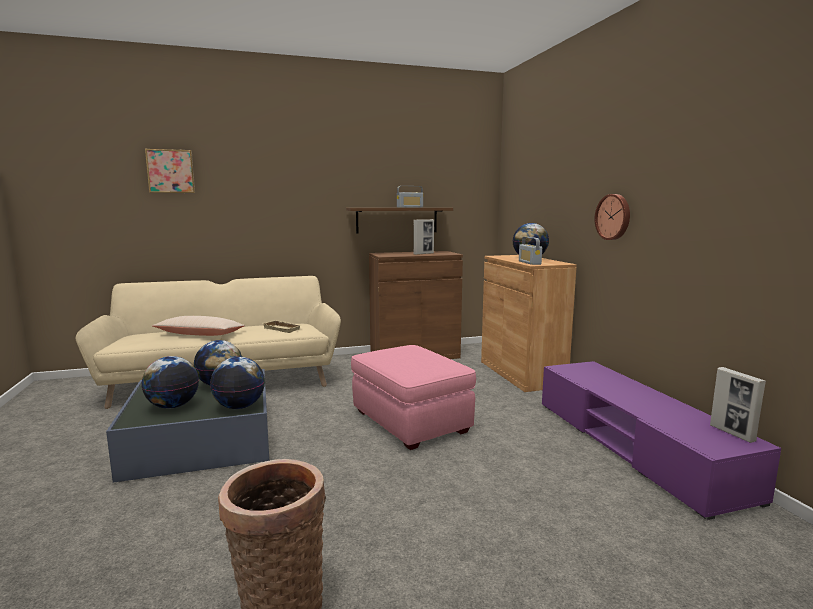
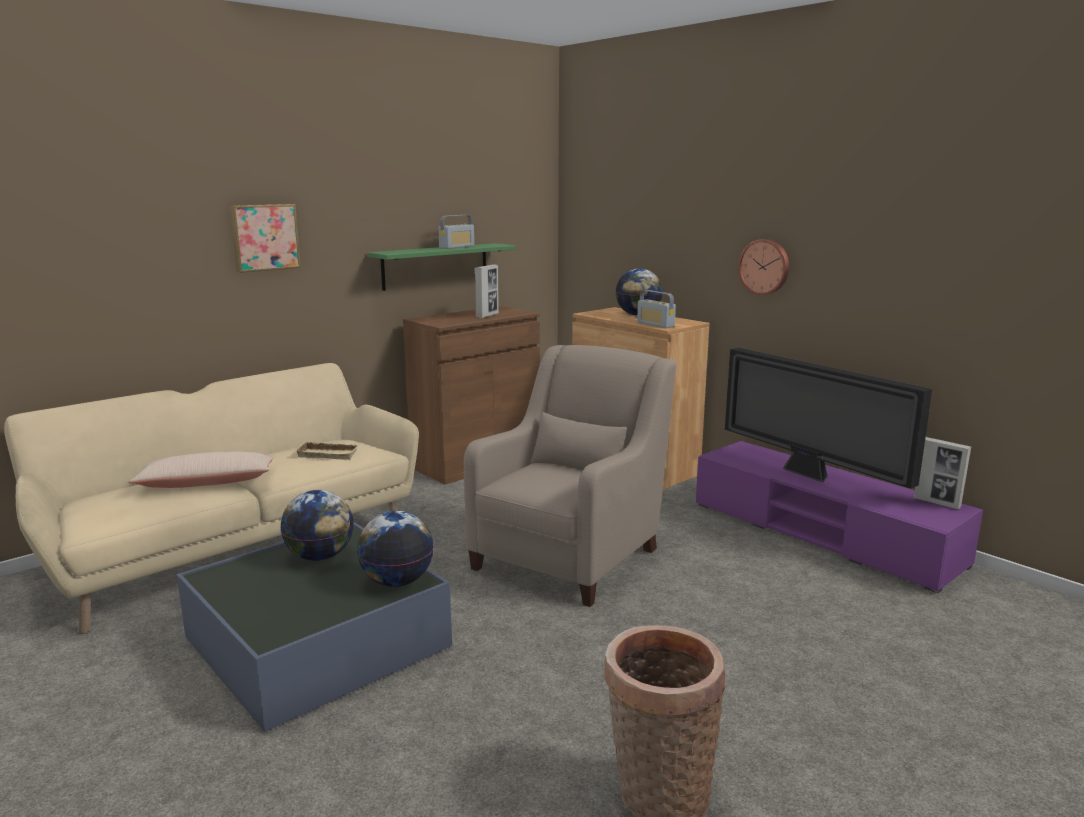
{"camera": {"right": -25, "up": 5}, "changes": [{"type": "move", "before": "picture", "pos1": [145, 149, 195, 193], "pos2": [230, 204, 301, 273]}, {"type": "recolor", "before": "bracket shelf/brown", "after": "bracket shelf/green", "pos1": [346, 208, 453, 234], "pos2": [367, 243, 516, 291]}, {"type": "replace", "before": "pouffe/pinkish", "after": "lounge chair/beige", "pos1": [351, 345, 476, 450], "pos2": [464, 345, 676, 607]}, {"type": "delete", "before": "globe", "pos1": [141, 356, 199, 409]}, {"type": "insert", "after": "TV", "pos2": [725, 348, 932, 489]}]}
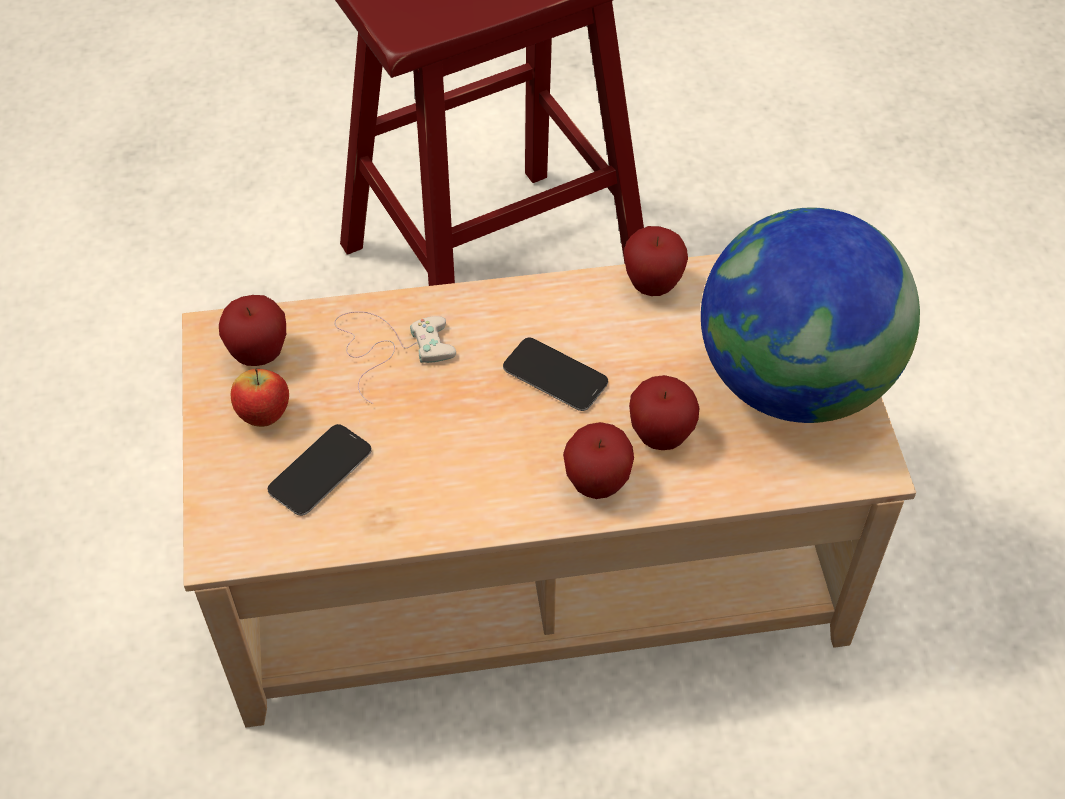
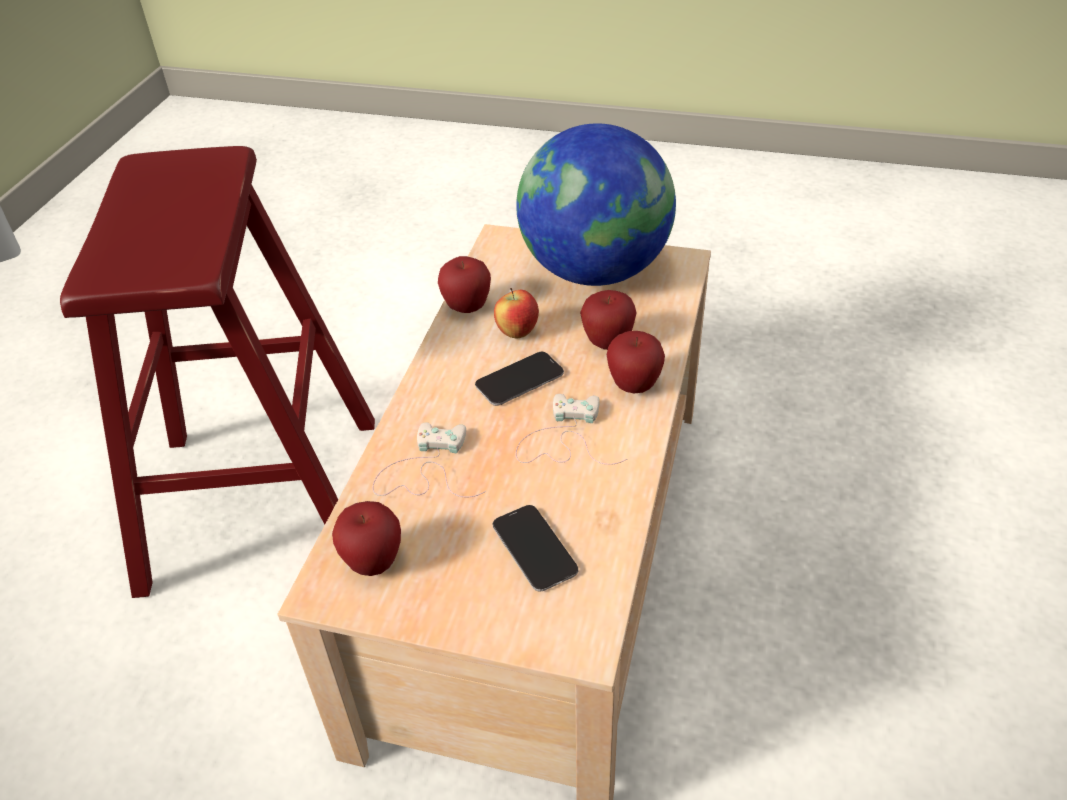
{"camera": {"right": -65, "up": -10}, "changes": [{"type": "move", "before": "apple", "pos1": [231, 368, 289, 427], "pos2": [494, 288, 539, 338]}, {"type": "insert", "after": "game controller/white-coloured", "pos2": [516, 394, 627, 465]}]}
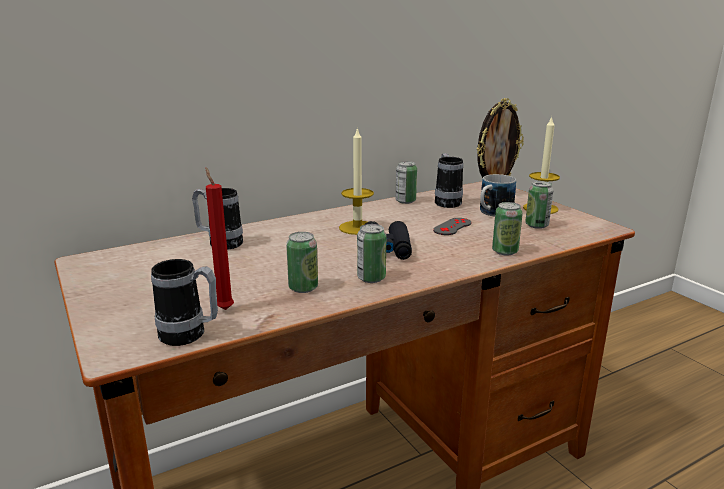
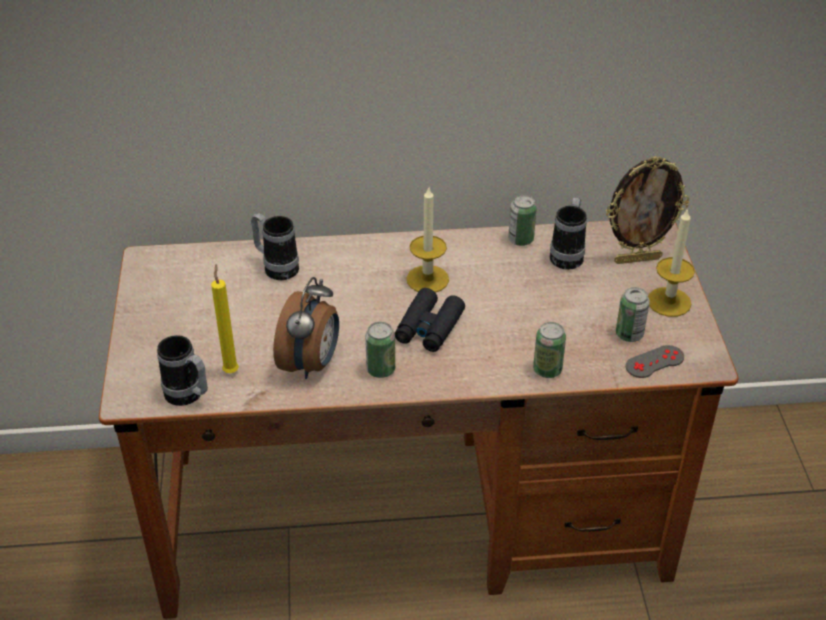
{"camera": {"right": 25, "up": 20}, "changes": [{"type": "recolor", "before": "wax candle/red-coloured", "after": "wax candle/yellowish", "pos1": [206, 167, 234, 310], "pos2": [211, 264, 239, 373]}, {"type": "delete", "before": "coffee mug", "pos1": [480, 174, 516, 216]}, {"type": "move", "before": "game controller/gray", "pos1": [433, 218, 471, 235], "pos2": [626, 345, 684, 378]}, {"type": "replace", "before": "sealed can", "after": "table clock", "pos1": [286, 232, 318, 293], "pos2": [273, 277, 339, 379]}]}
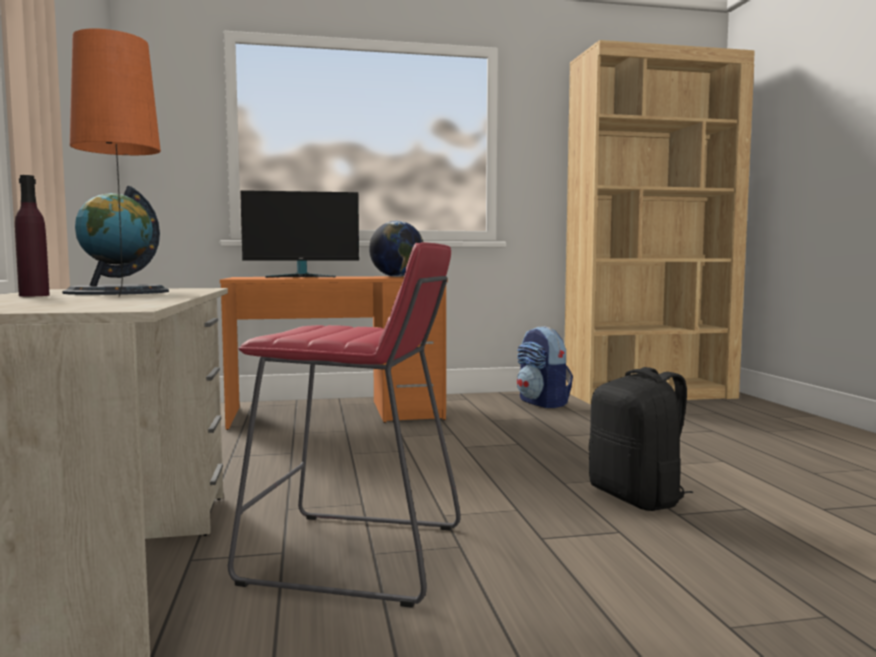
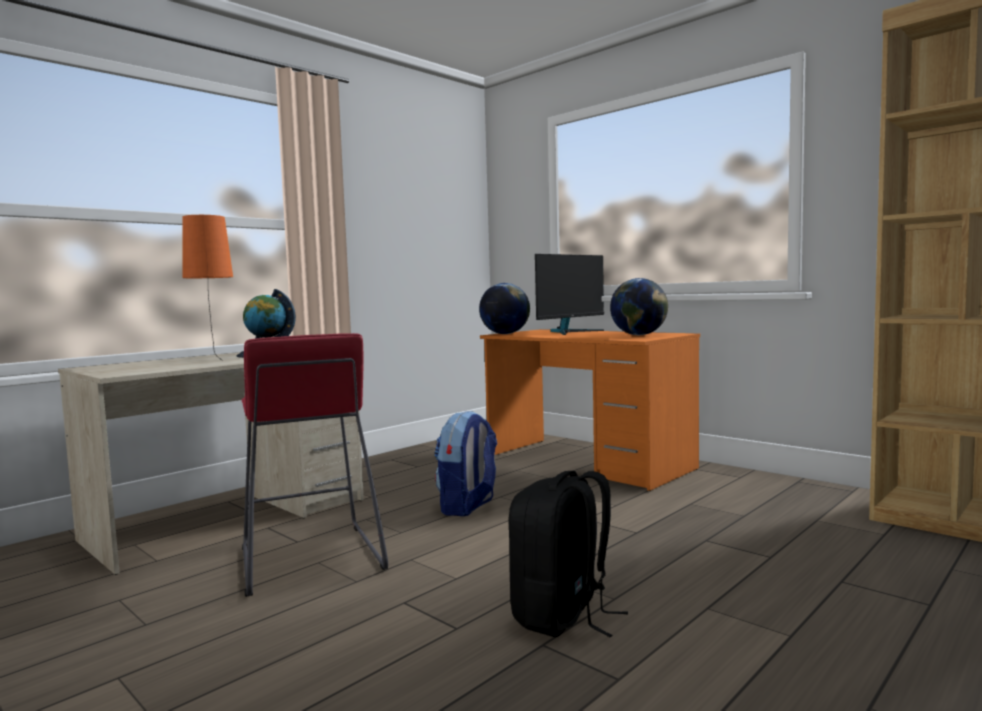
{"camera": {"right": 55, "up": 0}, "changes": [{"type": "delete", "before": "bottle/purple", "pos1": [15, 175, 50, 297]}, {"type": "rotate", "before": "monitor", "pos1": [240, 190, 359, 278], "pos2": [535, 254, 604, 335], "turn": -90}, {"type": "move", "before": "knapsack", "pos1": [517, 326, 573, 408], "pos2": [434, 411, 497, 516]}, {"type": "insert", "after": "globe", "pos2": [479, 283, 530, 334]}]}
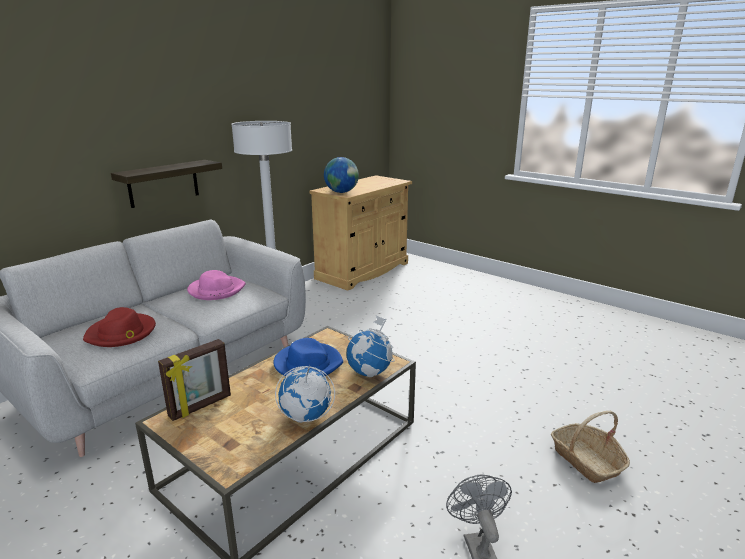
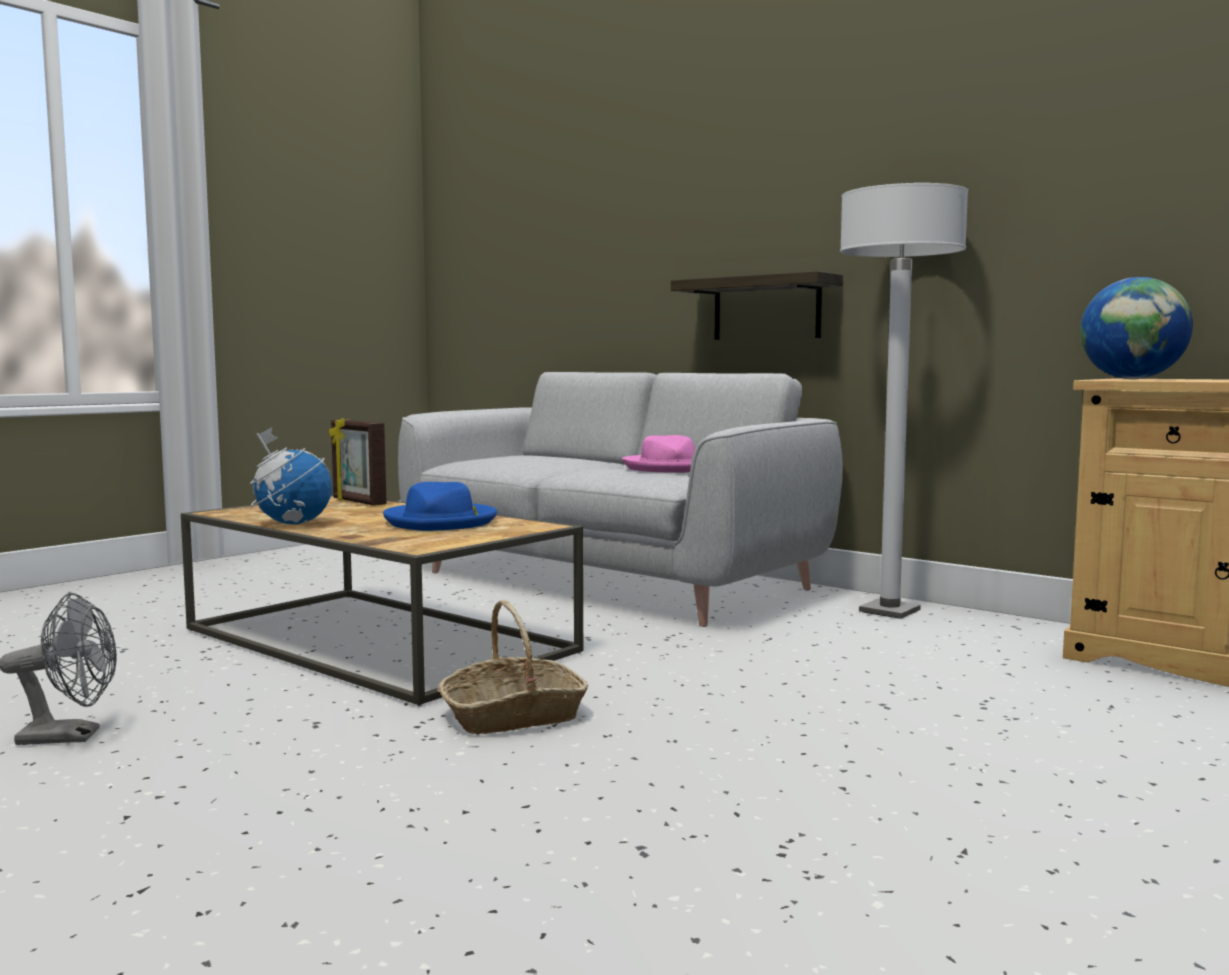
{"camera": {"right": 90, "up": -15}, "changes": [{"type": "delete", "before": "hat/red-coloured", "pos1": [83, 307, 156, 347]}, {"type": "delete", "before": "globe", "pos1": [346, 316, 395, 377]}, {"type": "move", "before": "basket", "pos1": [551, 411, 630, 483], "pos2": [438, 600, 588, 735]}]}
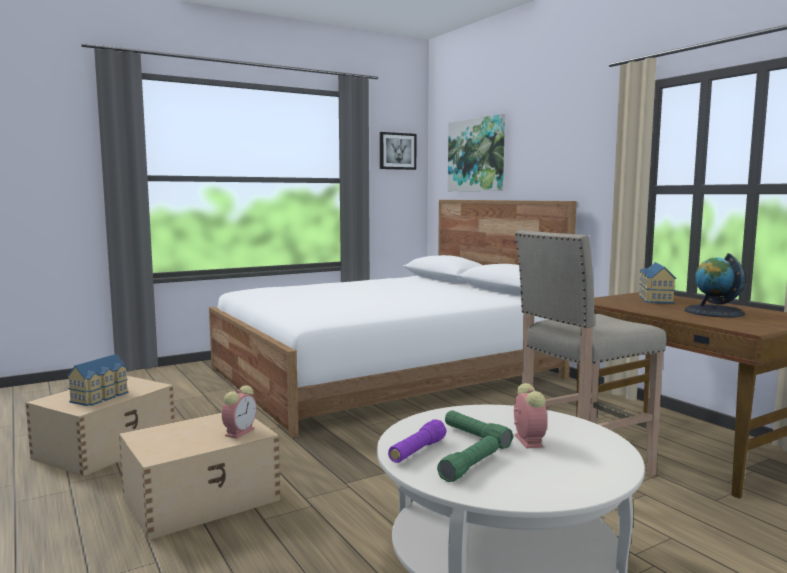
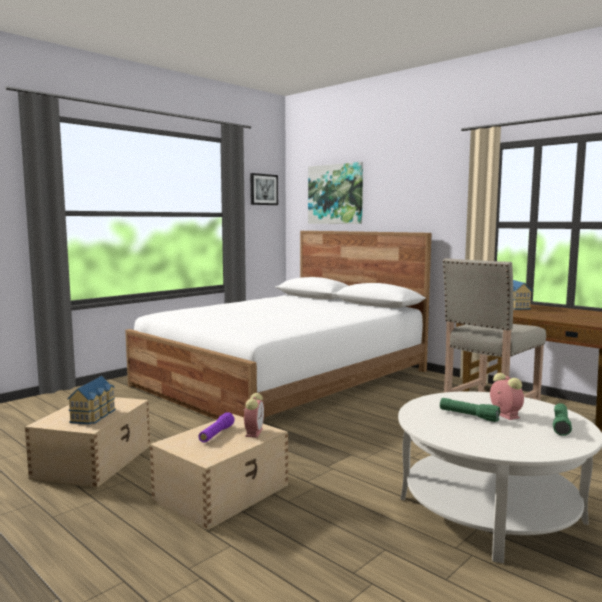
{"camera": {"right": -15, "up": 0}, "changes": [{"type": "delete", "before": "globe", "pos1": [685, 253, 745, 317]}, {"type": "move", "before": "hand torch/purple", "pos1": [388, 419, 446, 463], "pos2": [198, 412, 235, 443]}, {"type": "move", "before": "hand torch/green", "pos1": [437, 436, 499, 482], "pos2": [553, 403, 572, 436]}]}
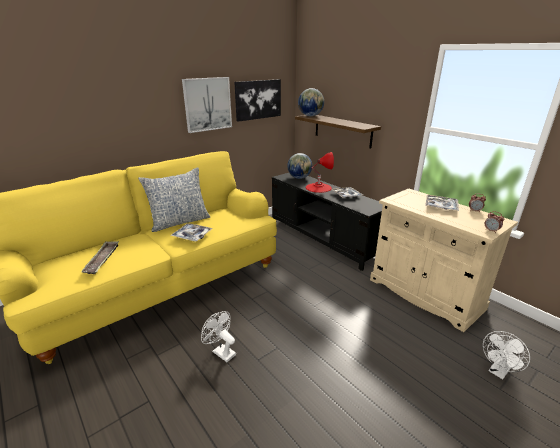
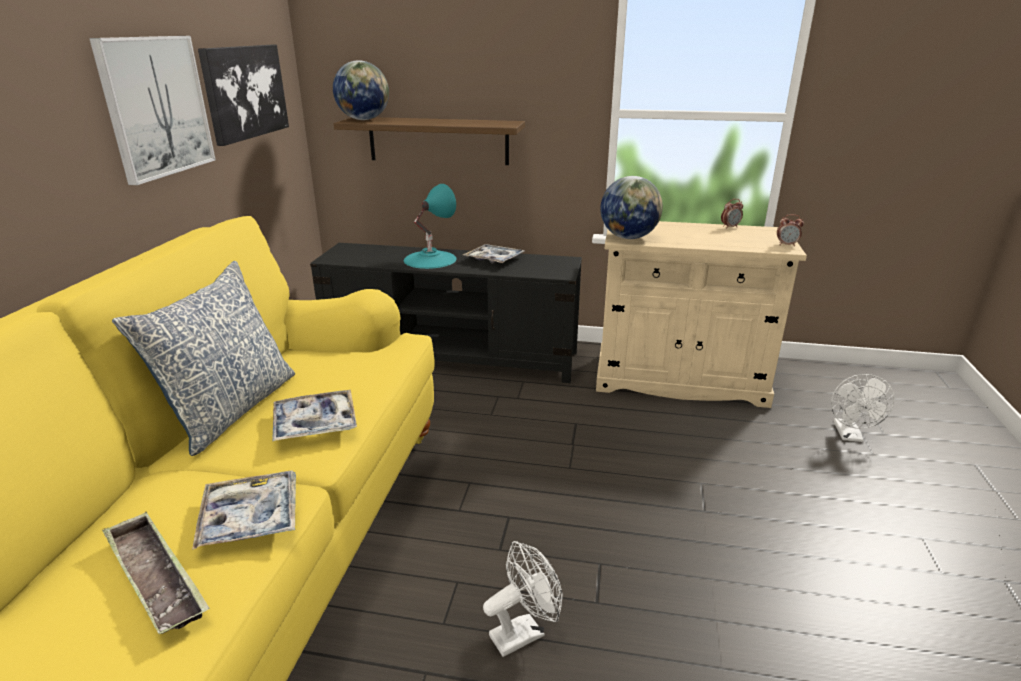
{"camera": {"right": -40, "up": 0}, "changes": [{"type": "recolor", "before": "tabletop lamp/red-coloured", "after": "tabletop lamp/turquoise", "pos1": [306, 152, 334, 193], "pos2": [404, 184, 457, 269]}, {"type": "move", "before": "globe", "pos1": [287, 153, 312, 179], "pos2": [600, 176, 663, 239]}, {"type": "move", "before": "carrying tray", "pos1": [425, 195, 459, 211], "pos2": [192, 470, 296, 550]}, {"type": "rotate", "before": "electric fan/white-coloured", "pos1": [201, 311, 236, 362], "pos2": [483, 541, 563, 657], "turn": 150}]}
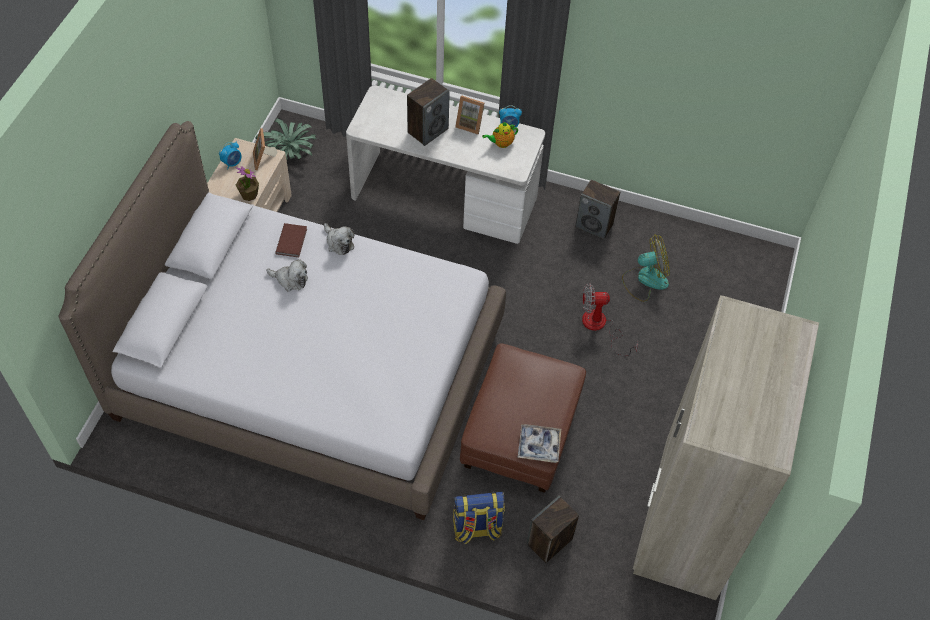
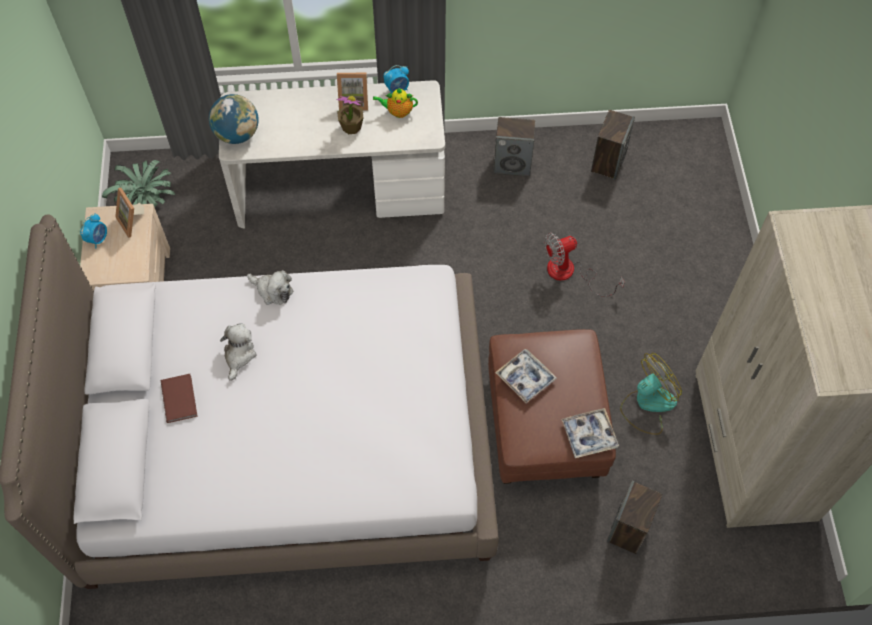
{"camera": {"right": -20, "up": 5}, "changes": [{"type": "move", "before": "loudspeaker", "pos1": [407, 78, 450, 146], "pos2": [591, 110, 635, 180]}, {"type": "rotate", "before": "tea pot", "pos1": [482, 122, 518, 148], "pos2": [373, 88, 418, 118], "turn": 45}, {"type": "move", "before": "houseplant", "pos1": [235, 166, 259, 201], "pos2": [336, 96, 364, 134]}, {"type": "move", "before": "bound book/brown", "pos1": [275, 223, 307, 257], "pos2": [161, 374, 198, 423]}, {"type": "move", "before": "electric fan", "pos1": [622, 234, 670, 302], "pos2": [620, 353, 682, 435]}, {"type": "rotate", "before": "cuddly toy", "pos1": [266, 259, 308, 292], "pos2": [220, 323, 257, 381], "turn": -75}, {"type": "delete", "before": "knapsack", "pos1": [453, 491, 505, 544]}, {"type": "insert", "after": "globe", "pos2": [209, 94, 259, 144]}, {"type": "insert", "after": "carrying tray", "pos2": [495, 349, 557, 404]}]}
